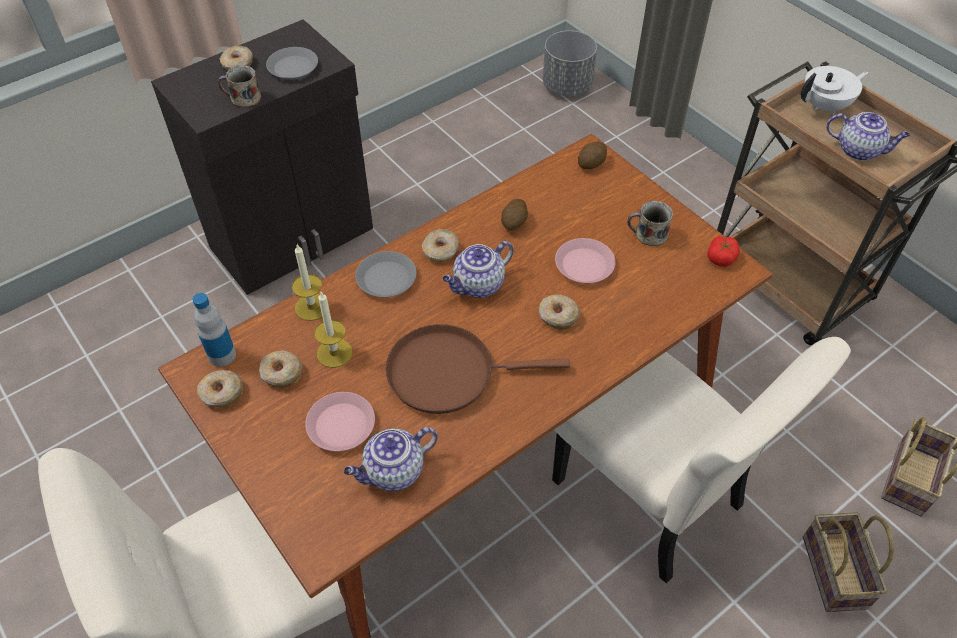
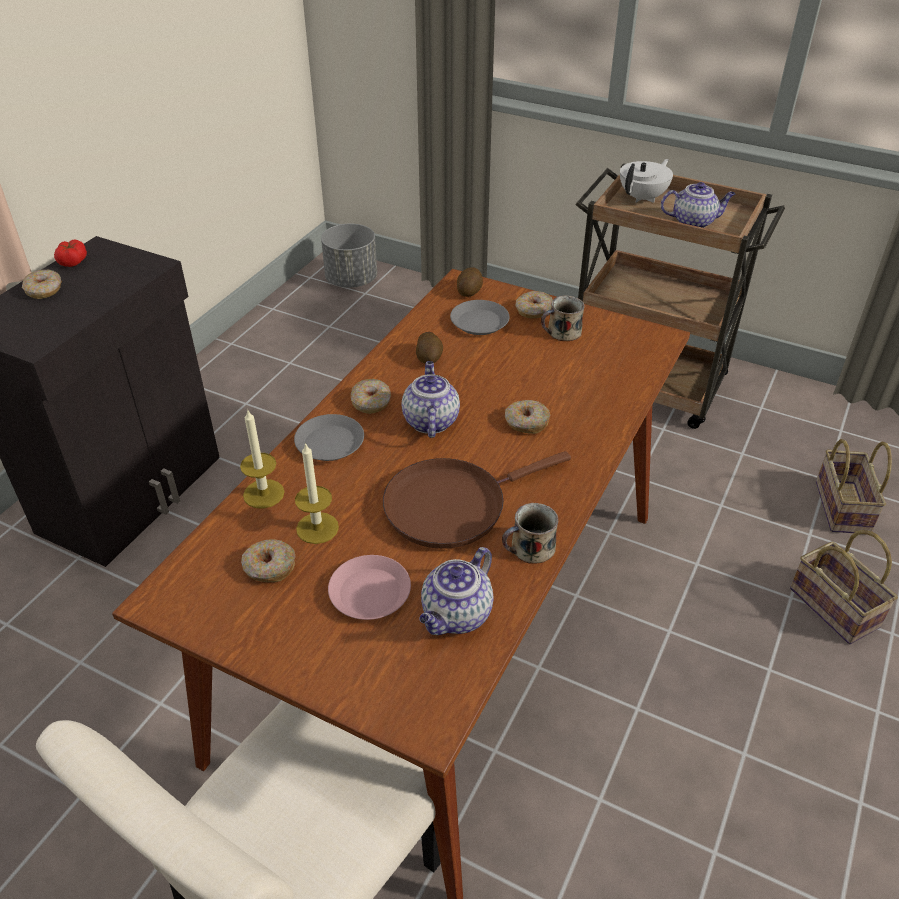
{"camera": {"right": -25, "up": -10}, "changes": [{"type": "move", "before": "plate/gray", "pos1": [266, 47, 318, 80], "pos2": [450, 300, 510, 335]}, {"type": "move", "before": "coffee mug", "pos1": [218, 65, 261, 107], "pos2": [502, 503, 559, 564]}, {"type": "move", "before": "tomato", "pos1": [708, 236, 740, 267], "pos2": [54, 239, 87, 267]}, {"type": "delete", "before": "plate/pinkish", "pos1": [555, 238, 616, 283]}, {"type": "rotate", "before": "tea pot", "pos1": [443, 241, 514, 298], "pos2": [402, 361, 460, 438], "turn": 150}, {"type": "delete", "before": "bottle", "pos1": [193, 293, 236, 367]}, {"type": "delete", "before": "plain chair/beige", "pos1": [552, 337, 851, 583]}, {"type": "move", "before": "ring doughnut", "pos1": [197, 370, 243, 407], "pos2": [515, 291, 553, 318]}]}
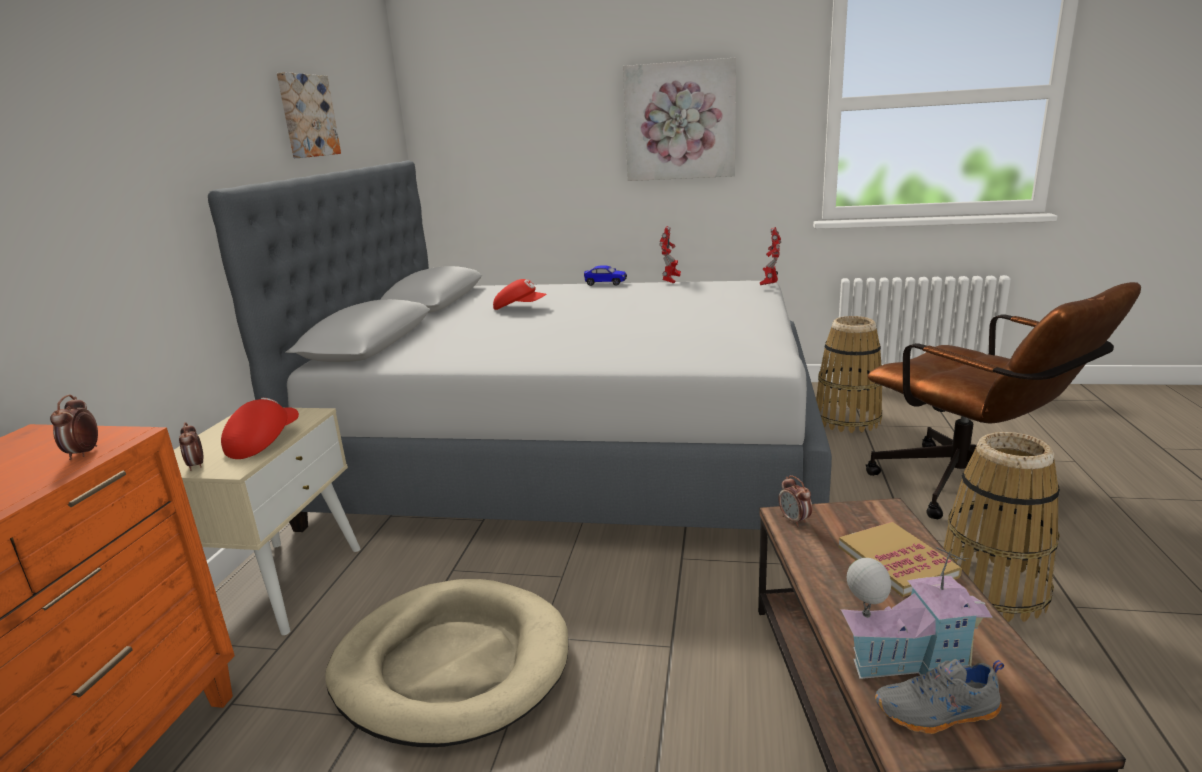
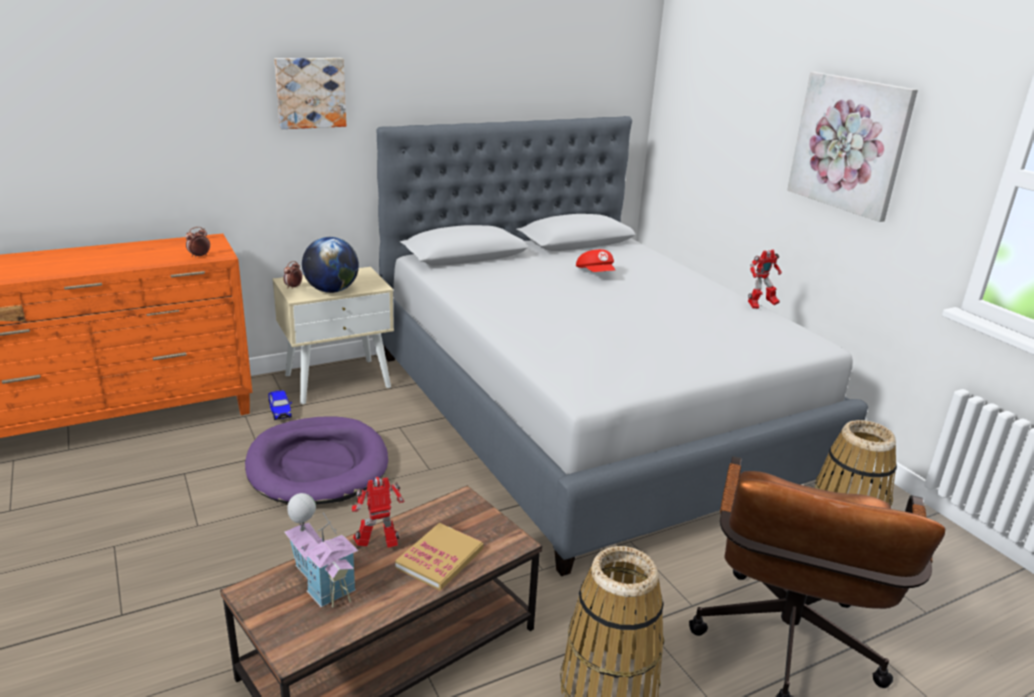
{"camera": {"right": 50, "up": 5}, "changes": [{"type": "move", "before": "picture", "pos1": [277, 72, 341, 158], "pos2": [274, 58, 346, 129]}, {"type": "move", "before": "model robot", "pos1": [760, 227, 781, 285], "pos2": [352, 477, 404, 548]}, {"type": "move", "before": "toy car", "pos1": [584, 265, 627, 286], "pos2": [268, 390, 292, 420]}, {"type": "replace", "before": "peaked cap/red-coloured", "after": "globe", "pos1": [221, 398, 299, 459], "pos2": [302, 237, 359, 293]}, {"type": "delete", "before": "table clock", "pos1": [778, 475, 812, 527]}, {"type": "recolor", "before": "pet bed/beige", "after": "pet bed/purple", "pos1": [325, 579, 568, 747], "pos2": [245, 416, 388, 504]}, {"type": "delete", "before": "shoe/gray", "pos1": [875, 659, 1004, 734]}]}
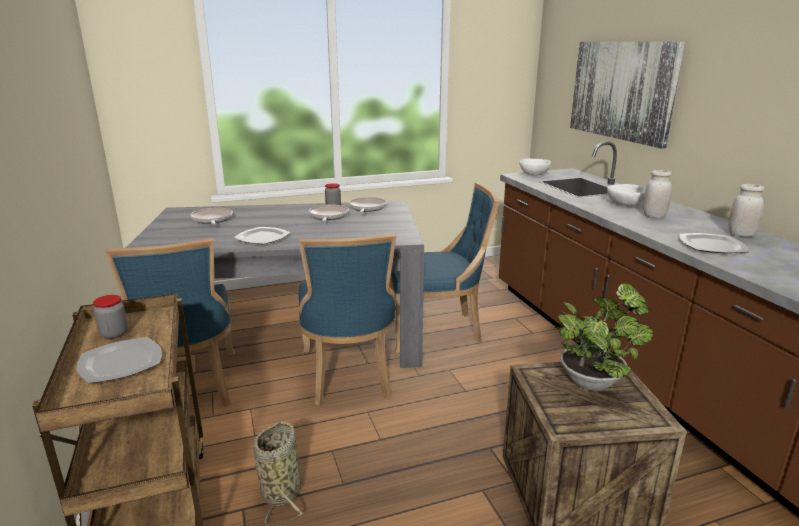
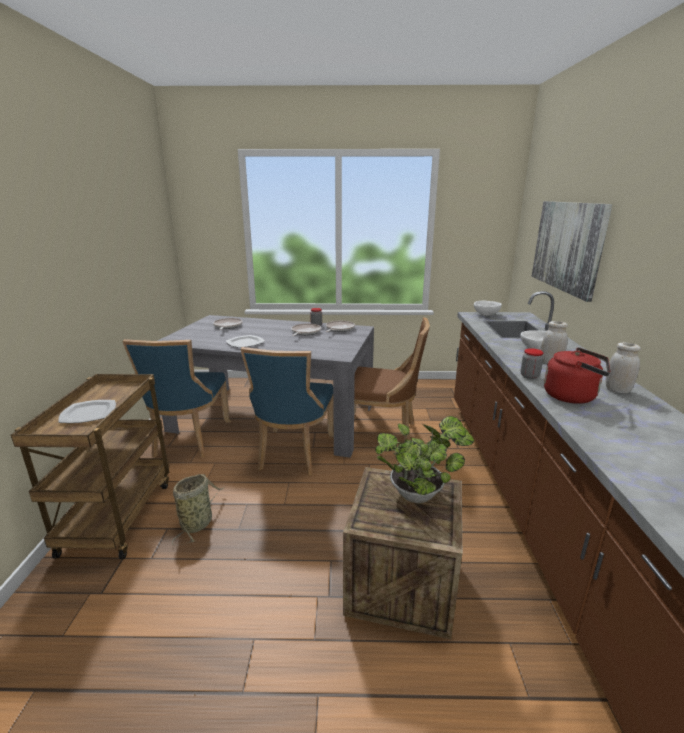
{"camera": {"right": 20, "up": 0}, "changes": [{"type": "recolor", "before": "plain chair/bluish", "after": "plain chair/brown", "pos1": [389, 183, 499, 353], "pos2": [354, 317, 430, 442]}, {"type": "replace", "before": "plate", "after": "tea kettle/red-coloured", "pos1": [680, 233, 749, 253], "pos2": [544, 347, 611, 404]}, {"type": "move", "before": "storage jar", "pos1": [93, 295, 128, 339], "pos2": [521, 348, 544, 379]}]}
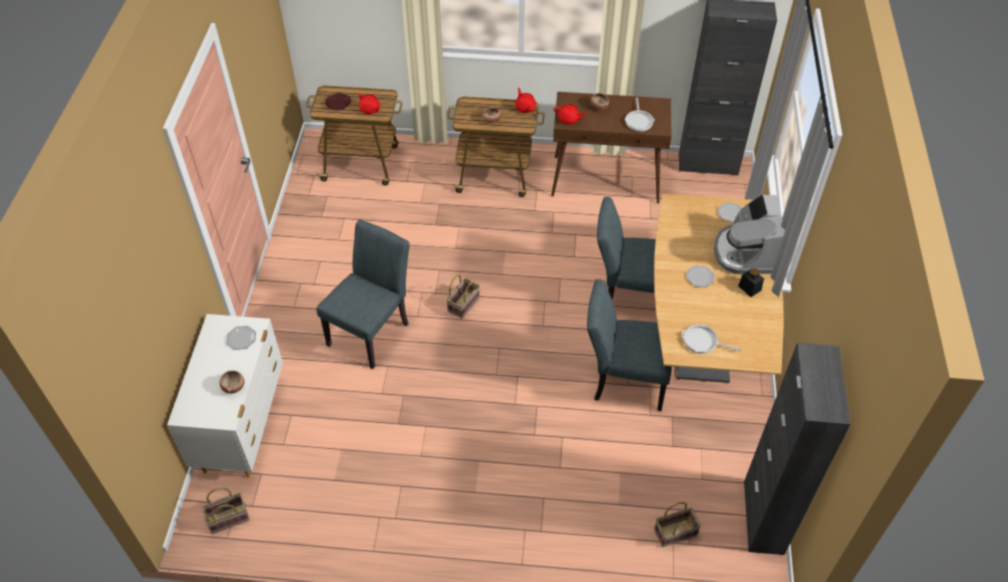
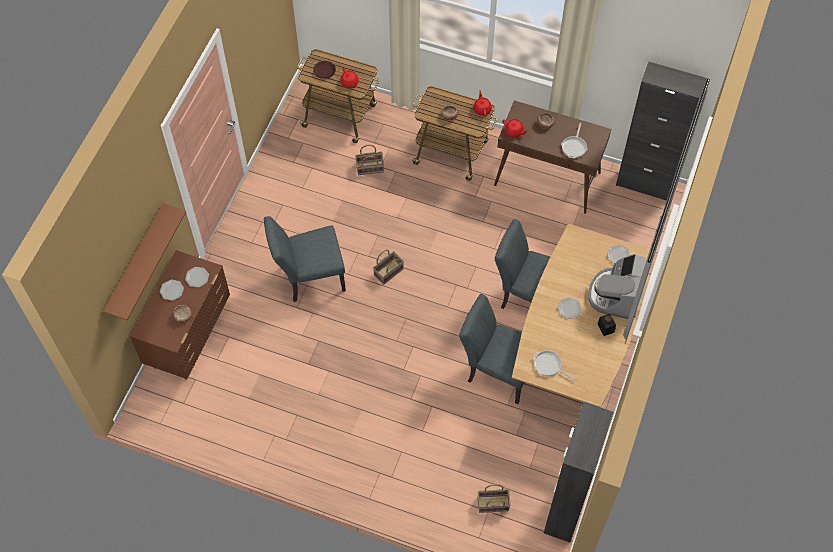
{"camera": {"right": 15, "up": 10}, "changes": [{"type": "rotate", "before": "plain chair/gray", "pos1": [316, 219, 409, 369], "pos2": [264, 216, 346, 302], "turn": -150}, {"type": "recolor", "before": "chest of drawers/white-coloured", "after": "chest of drawers/brown", "pos1": [167, 314, 283, 477], "pos2": [130, 250, 230, 380]}, {"type": "move", "before": "basket", "pos1": [202, 487, 249, 534], "pos2": [355, 145, 384, 175]}, {"type": "insert", "after": "bracket shelf/brown", "pos2": [103, 203, 186, 320]}, {"type": "insert", "after": "plate", "pos2": [160, 279, 184, 301]}]}
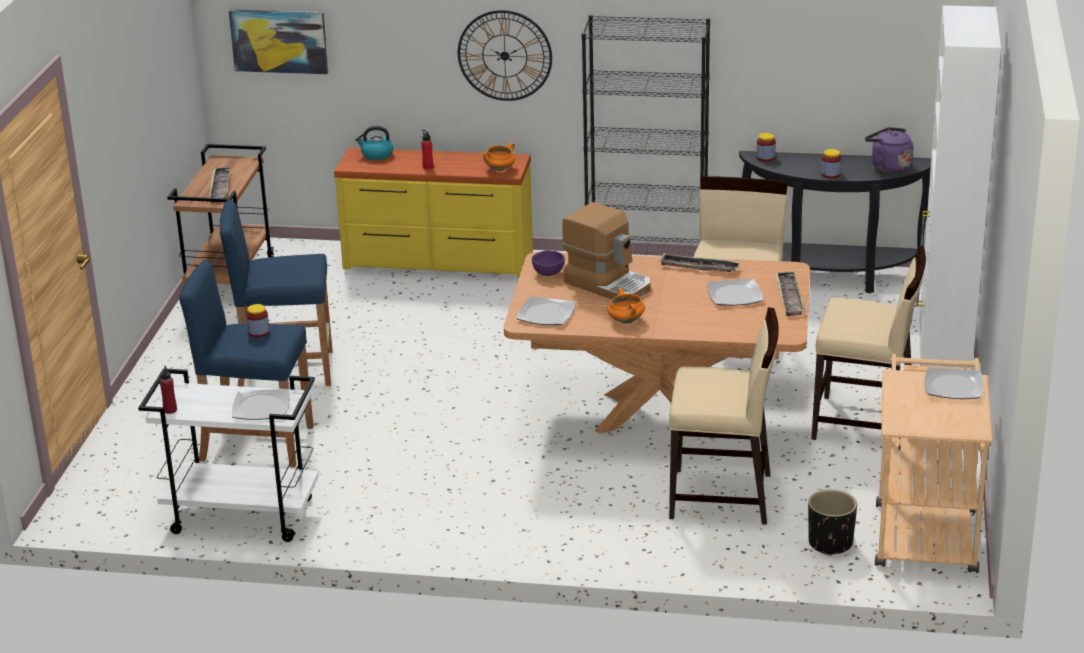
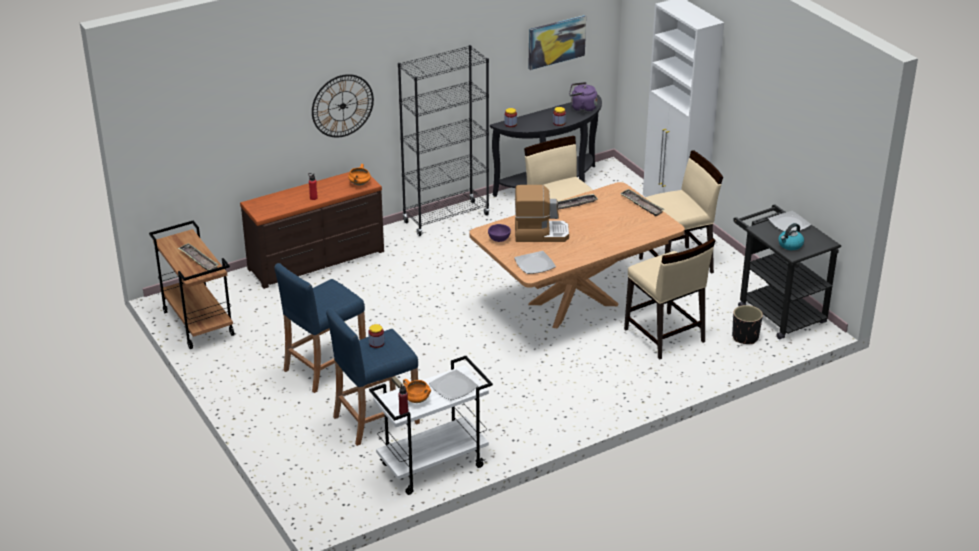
{"camera": {"right": -40, "up": 5}, "changes": [{"type": "move", "before": "picture", "pos1": [228, 9, 328, 74], "pos2": [528, 15, 586, 70]}, {"type": "move", "before": "tea kettle", "pos1": [355, 126, 394, 160], "pos2": [778, 223, 804, 250]}, {"type": "recolor", "before": "chest of drawers/yellowish", "after": "chest of drawers/brown", "pos1": [334, 147, 533, 278], "pos2": [240, 172, 384, 289]}, {"type": "delete", "before": "plate", "pos1": [707, 278, 763, 306]}, {"type": "move", "before": "saucepot/orange", "pos1": [608, 288, 645, 324], "pos2": [403, 379, 431, 403]}, {"type": "rotate", "before": "plain chair/beige", "pos1": [669, 307, 779, 525], "pos2": [624, 238, 716, 360], "turn": 90}, {"type": "recolor", "before": "trolley/beige", "after": "trolley/blackish", "pos1": [875, 354, 993, 573], "pos2": [733, 204, 841, 339]}]}
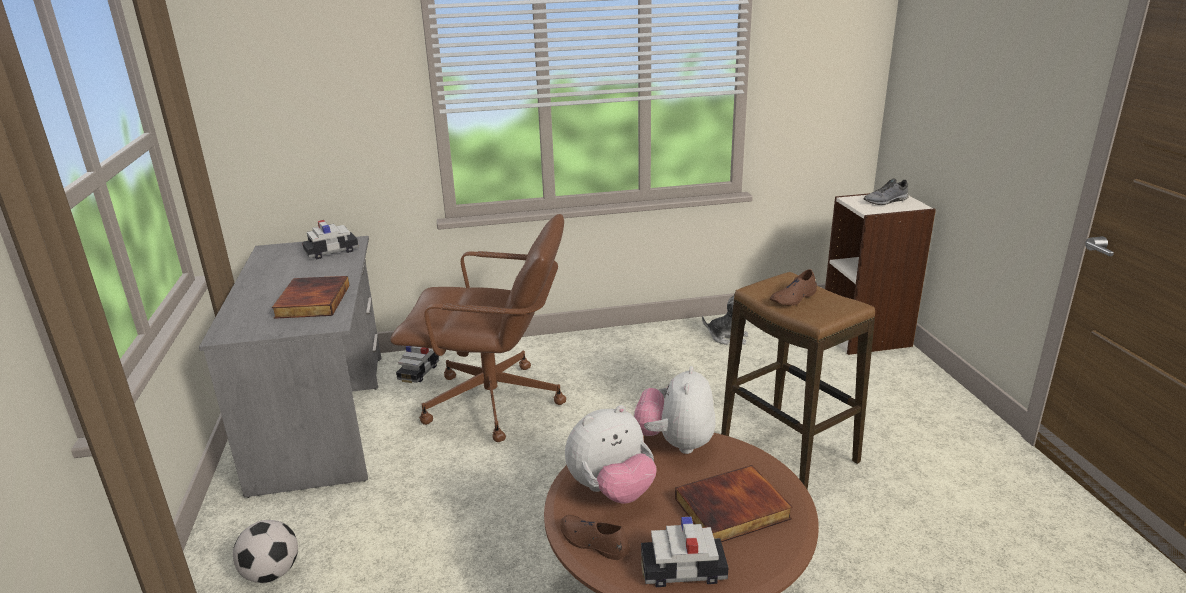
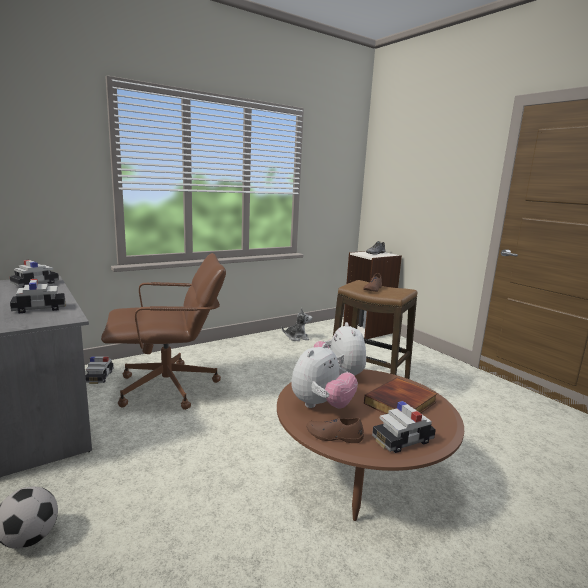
{"camera": {"right": -25, "up": -10}, "changes": [{"type": "replace", "before": "bound book", "after": "toy car", "pos1": [272, 276, 350, 319], "pos2": [10, 279, 66, 313]}]}
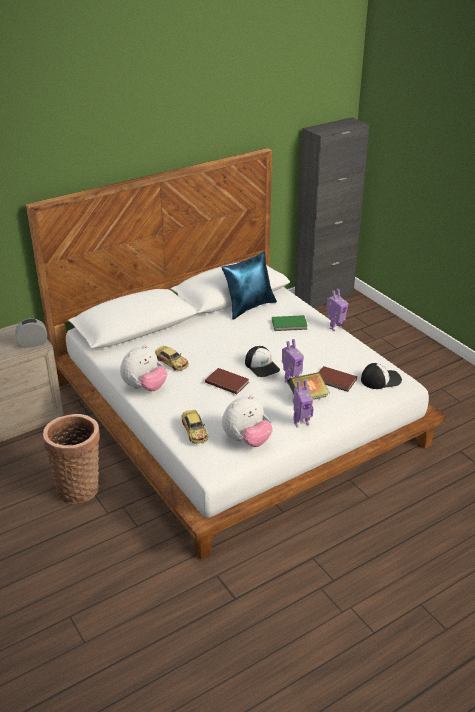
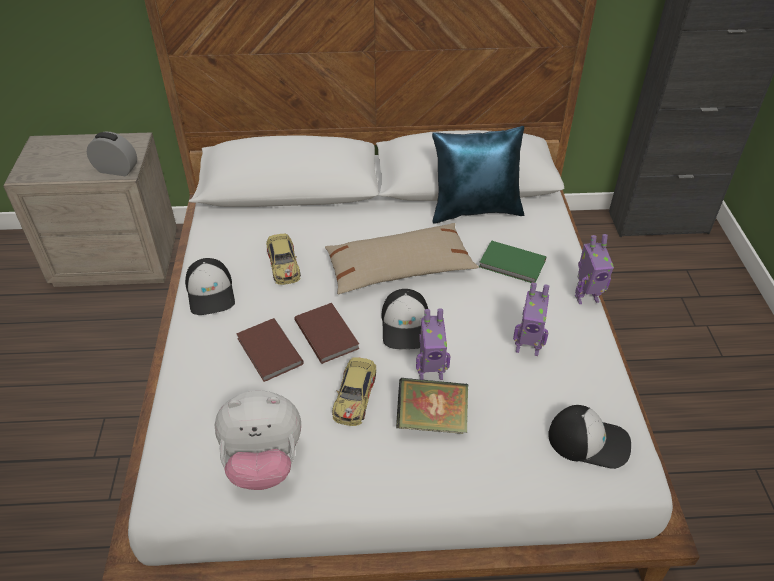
{"camera": {"right": 30, "up": 10}, "changes": [{"type": "replace", "before": "cuddly toy", "after": "peaked cap", "pos1": [120, 345, 167, 391], "pos2": [185, 258, 235, 315]}, {"type": "move", "before": "bound book/brown", "pos1": [319, 366, 357, 392], "pos2": [236, 318, 304, 382]}, {"type": "move", "before": "model robot", "pos1": [293, 380, 314, 427], "pos2": [513, 282, 550, 356]}, {"type": "move", "before": "toy car", "pos1": [181, 410, 208, 444], "pos2": [332, 357, 376, 426]}, {"type": "delete", "before": "basket", "pos1": [43, 414, 100, 504]}, {"type": "insert", "after": "cushion/beige", "pos2": [325, 223, 479, 295]}]}
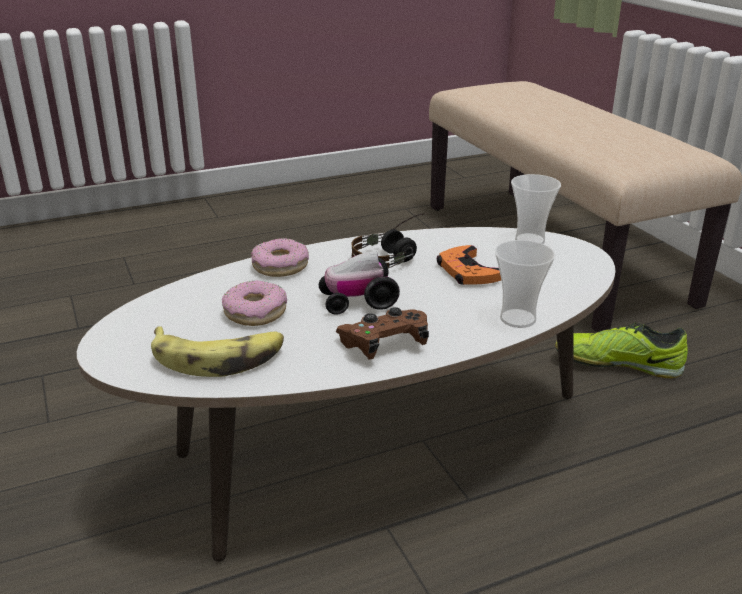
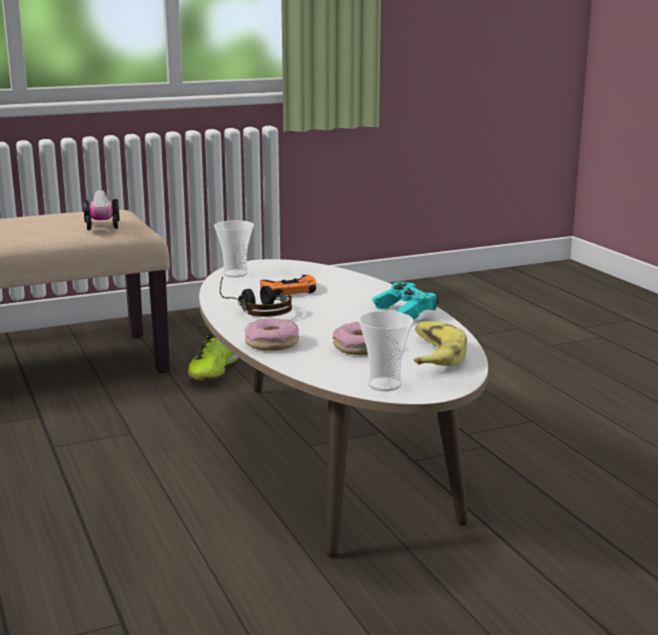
{"camera": {"right": -90, "up": -10}, "changes": [{"type": "move", "before": "drinking cup", "pos1": [494, 240, 555, 328], "pos2": [358, 311, 413, 391]}, {"type": "move", "before": "toy car", "pos1": [319, 251, 400, 315], "pos2": [83, 190, 120, 230]}, {"type": "recolor", "before": "game controller/brown", "after": "game controller/turquoise", "pos1": [336, 307, 429, 360], "pos2": [372, 282, 438, 320]}]}
